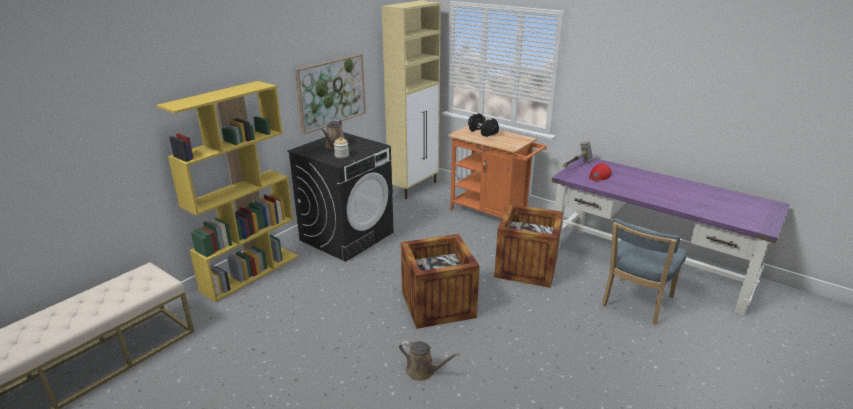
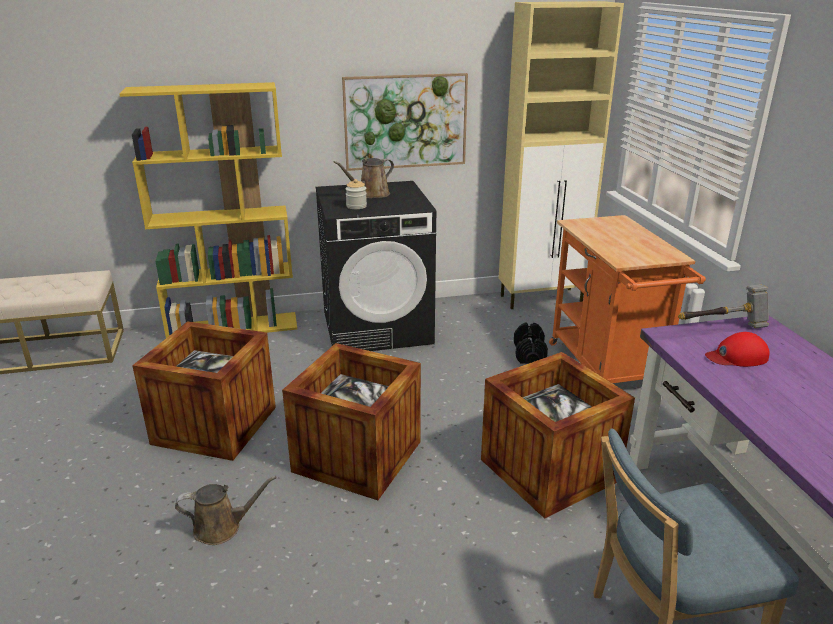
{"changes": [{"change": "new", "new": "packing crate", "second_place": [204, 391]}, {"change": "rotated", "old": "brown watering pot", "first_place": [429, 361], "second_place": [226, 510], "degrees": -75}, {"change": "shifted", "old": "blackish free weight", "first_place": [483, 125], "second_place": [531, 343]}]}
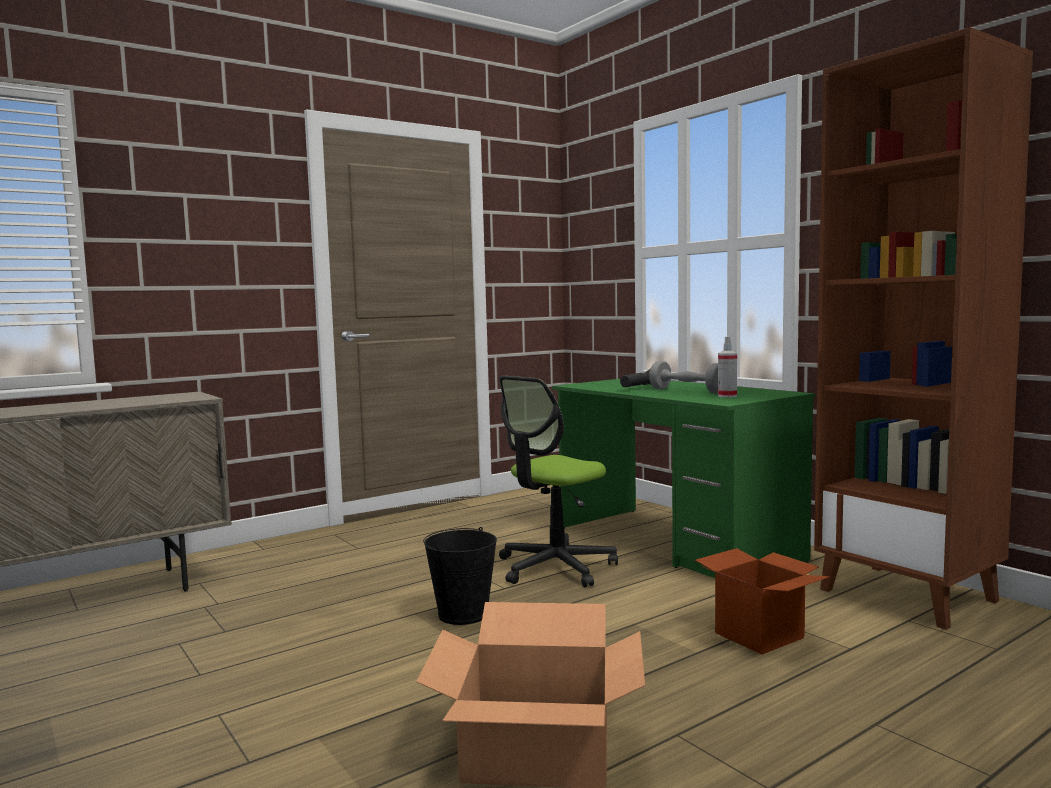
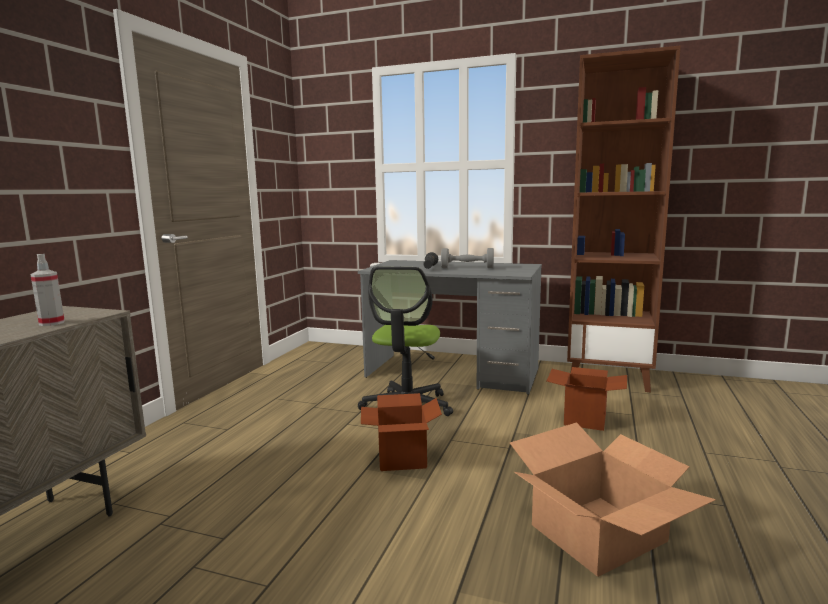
{"changes": [{"change": "shifted", "old": "hand sprayer", "first_place": [727, 367], "second_place": [47, 290]}, {"change": "repainted", "old": "green-coloured desk unit", "new": "gray desk unit", "first_place": [683, 478], "second_place": [450, 327]}, {"change": "swapped", "old": "blackish water bucket", "new": "carton", "first_place": [460, 576], "second_place": [401, 432]}]}
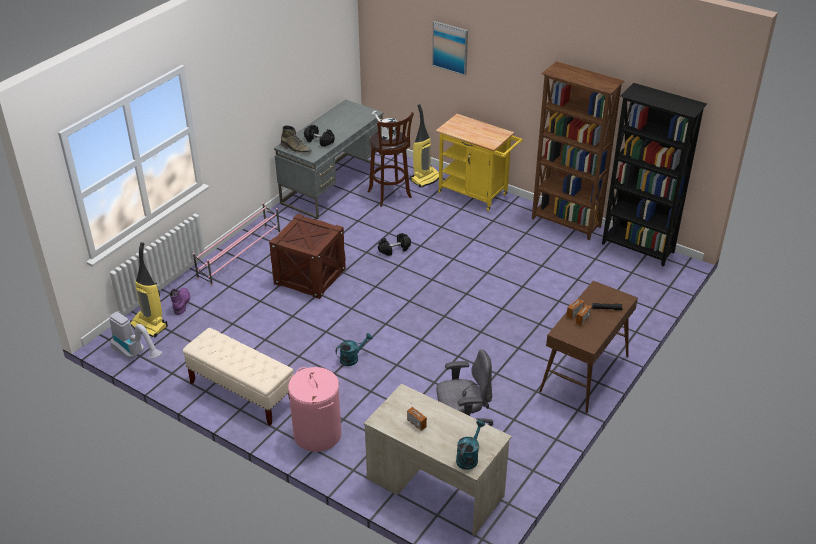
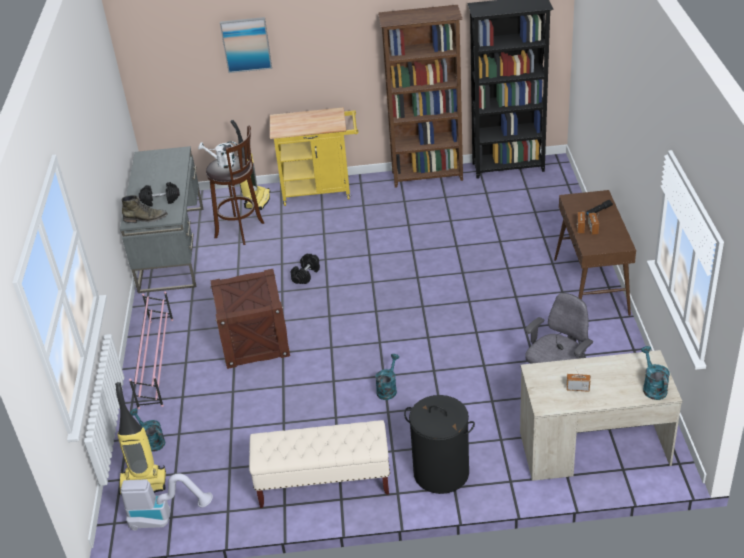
{"changes": [{"change": "swapped", "old": "purple high-top boot", "new": "blue-green watering pot", "first_place": [179, 301], "second_place": [147, 430]}, {"change": "repainted", "old": "pinkish laundry basket", "new": "blackish laundry basket", "first_place": [315, 409], "second_place": [439, 444]}]}
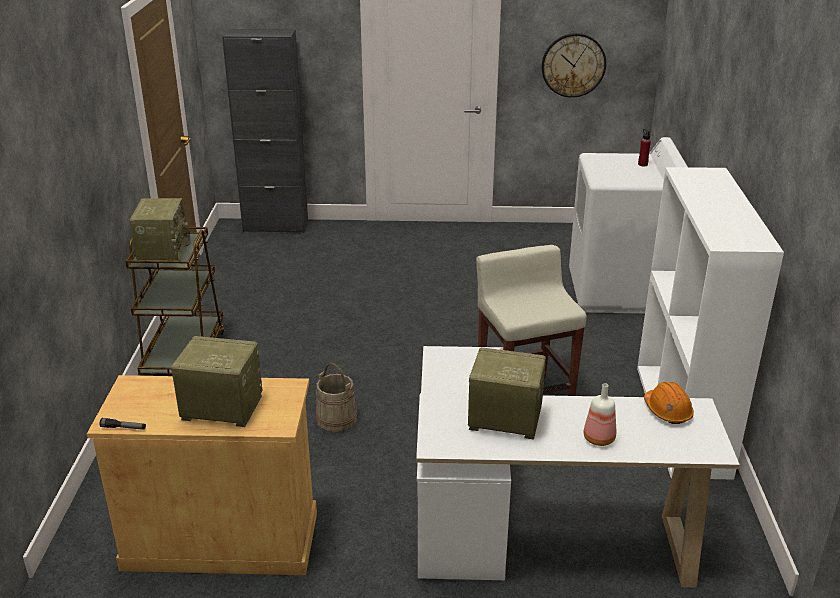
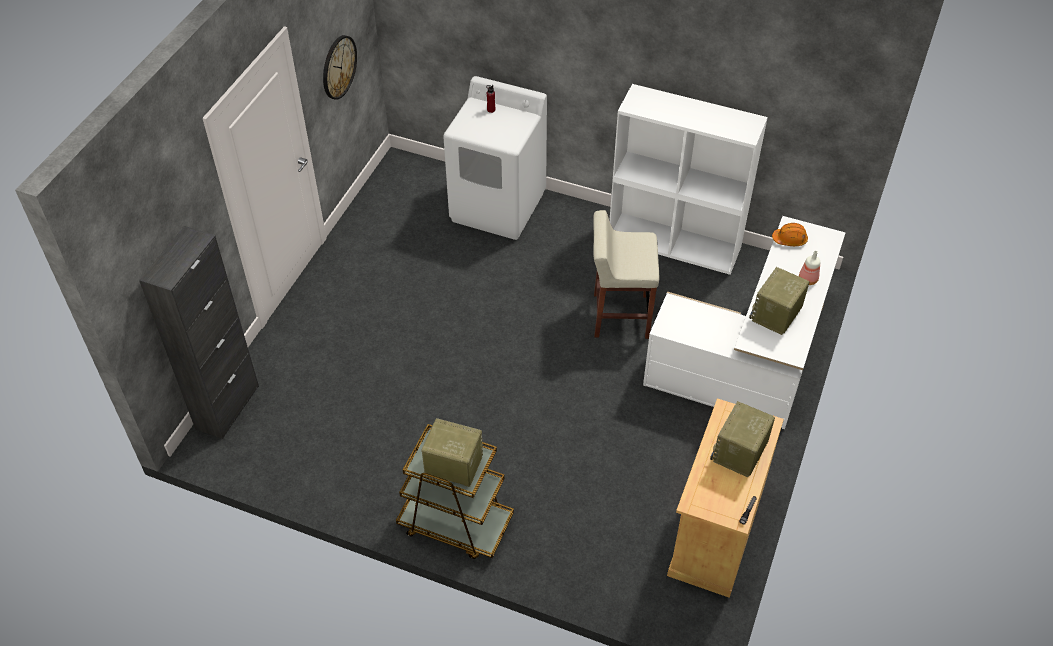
{"changes": [{"change": "gone", "old": "beige water bucket", "first_place": [336, 397]}]}
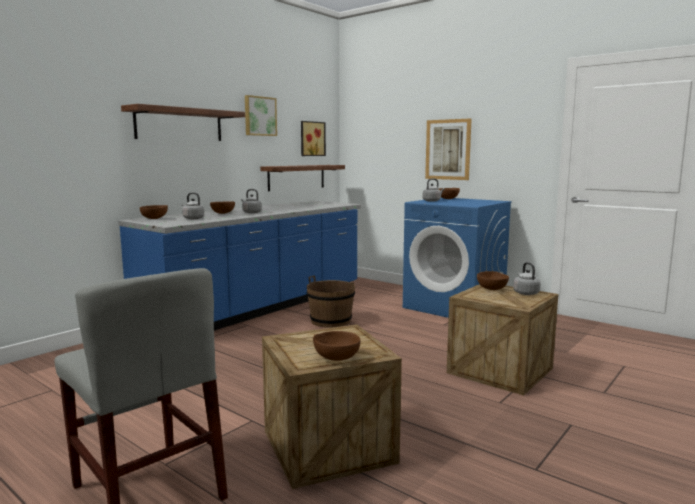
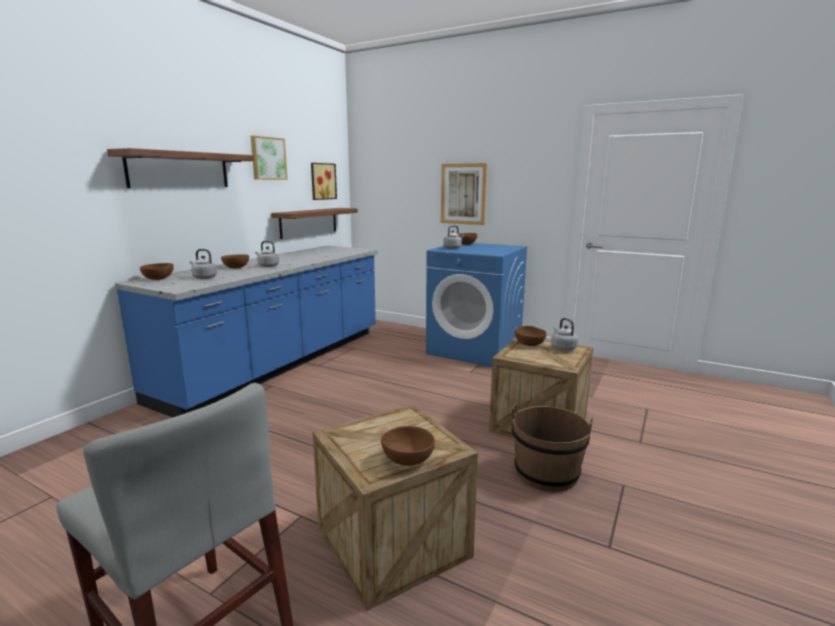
{"changes": [{"change": "shifted", "old": "brown water bucket", "first_place": [331, 301], "second_place": [552, 447]}]}
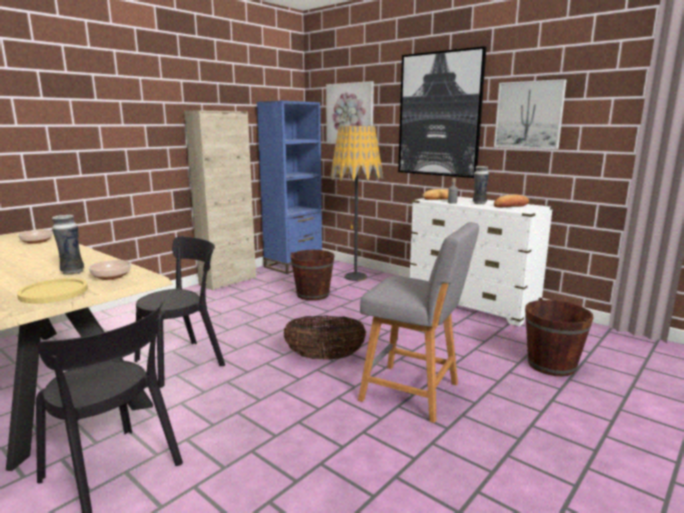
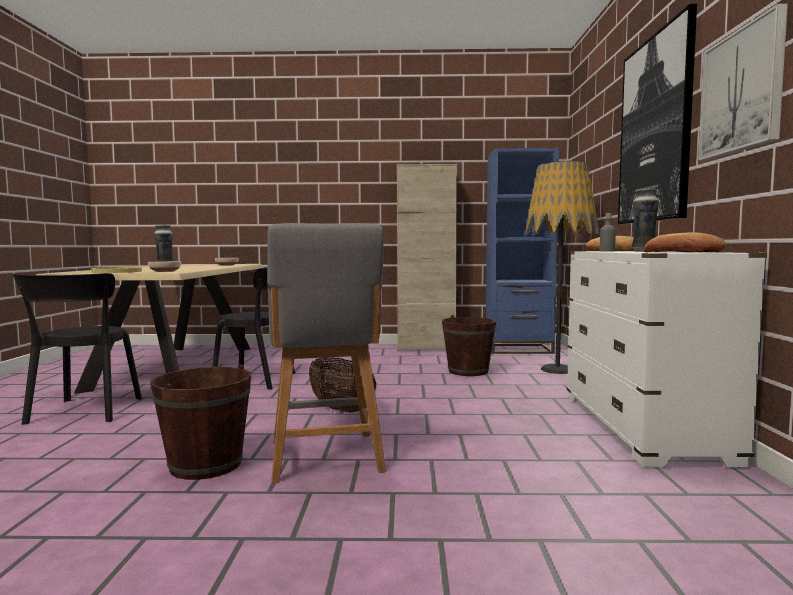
{"changes": [{"change": "shifted", "old": "brown water bucket", "first_place": [559, 337], "second_place": [200, 422]}, {"change": "gone", "old": "picture", "first_place": [350, 112]}]}
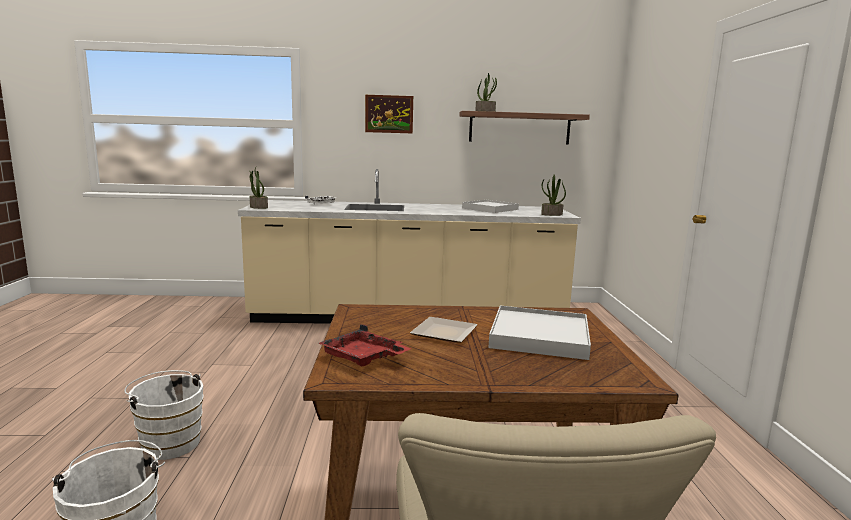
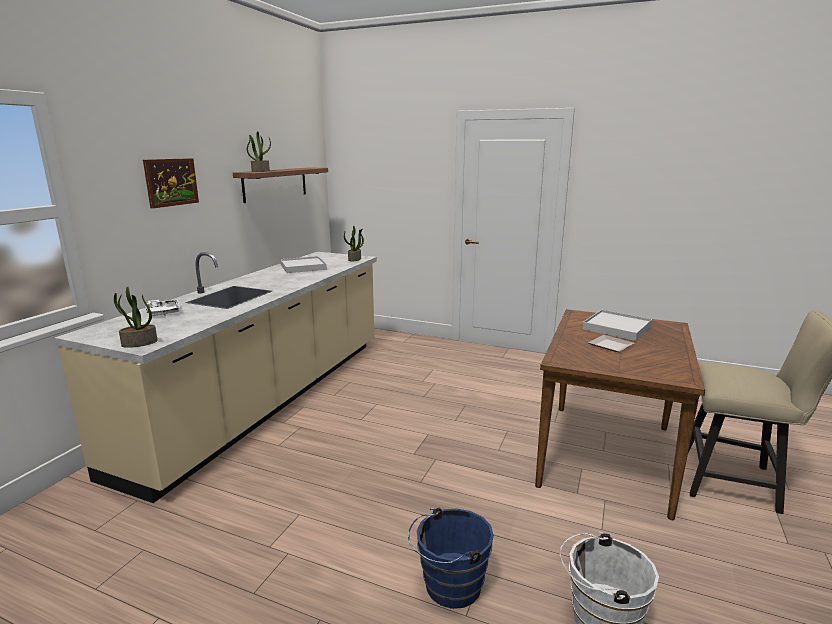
{"changes": [{"change": "repainted", "old": "whitish water bucket", "new": "bluish water bucket", "first_place": [164, 415], "second_place": [451, 558]}, {"change": "gone", "old": "reddish tray", "first_place": [365, 345]}]}
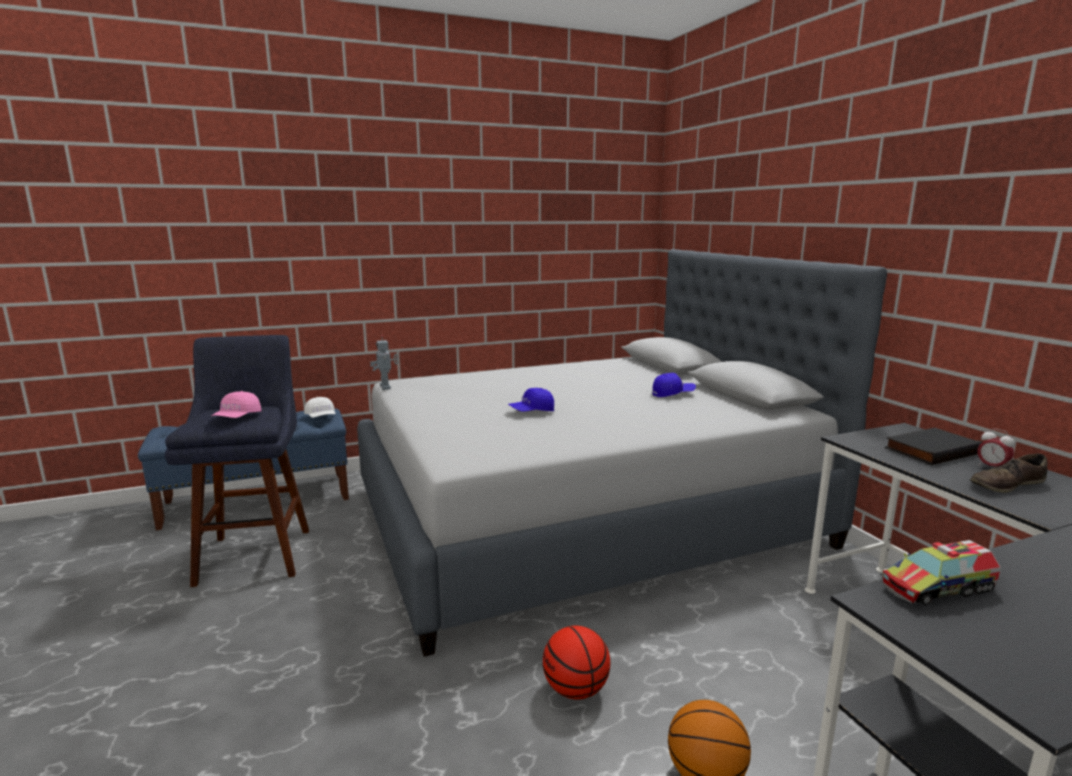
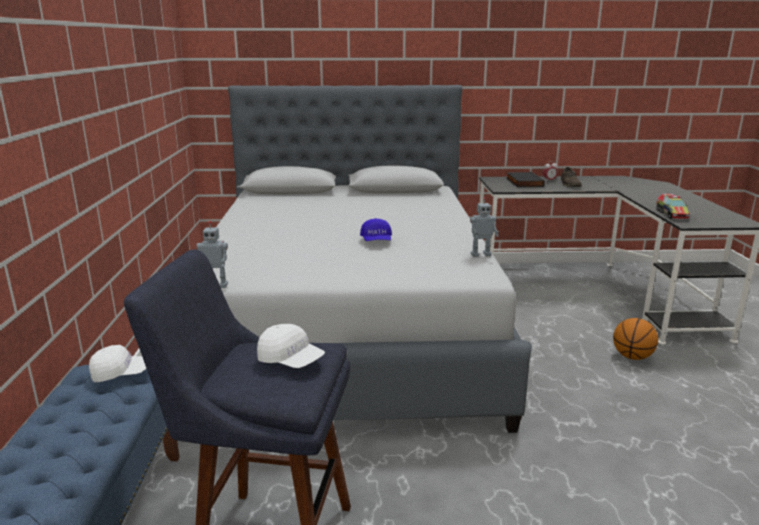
{"changes": [{"change": "repainted", "old": "pinkish cap", "new": "whitish cap", "first_place": [236, 404], "second_place": [291, 346]}, {"change": "new", "new": "model robot", "second_place": [484, 227]}, {"change": "gone", "old": "basketball", "first_place": [576, 663]}, {"change": "gone", "old": "bluish cap", "first_place": [674, 385]}]}
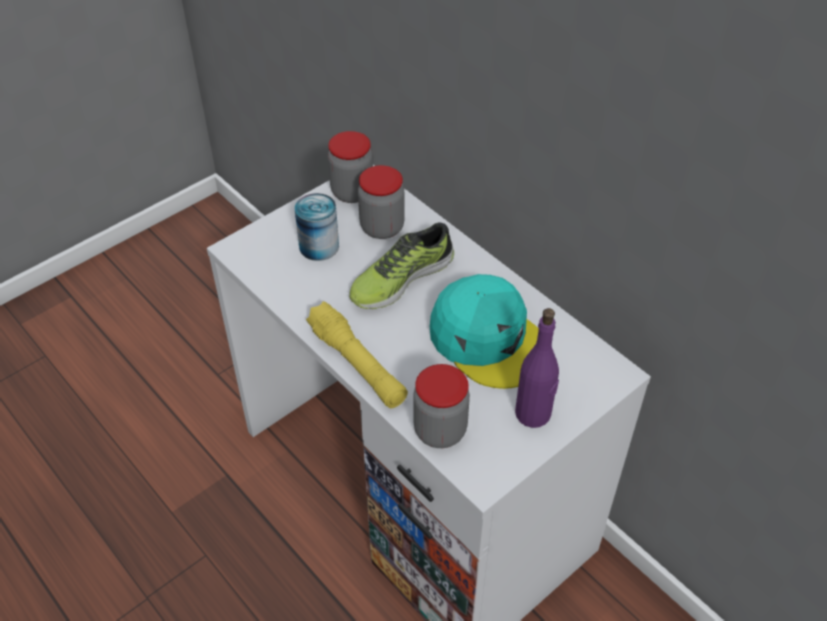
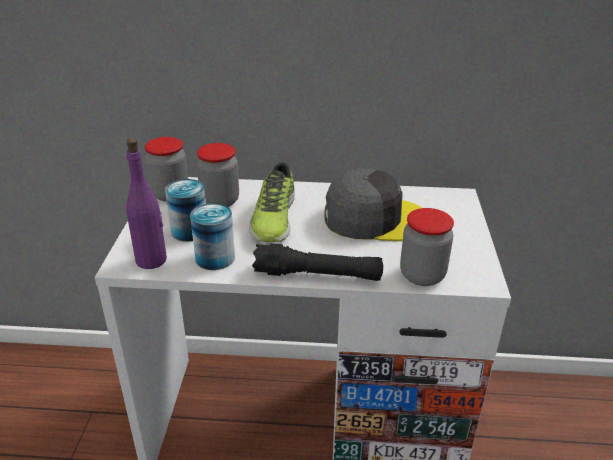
{"changes": [{"change": "shifted", "old": "purple drink bottle", "first_place": [537, 368], "second_place": [146, 203]}, {"change": "new", "new": "can", "second_place": [212, 236]}, {"change": "repainted", "old": "yellow torch", "new": "blackish torch", "first_place": [357, 354], "second_place": [317, 262]}, {"change": "repainted", "old": "blue-green cap", "new": "gray cap", "first_place": [484, 331], "second_place": [373, 204]}]}
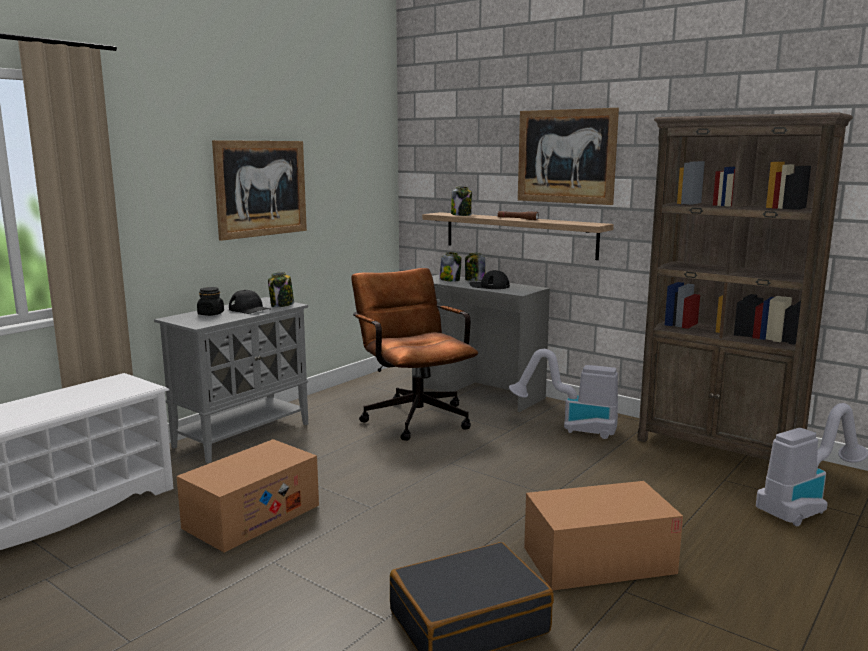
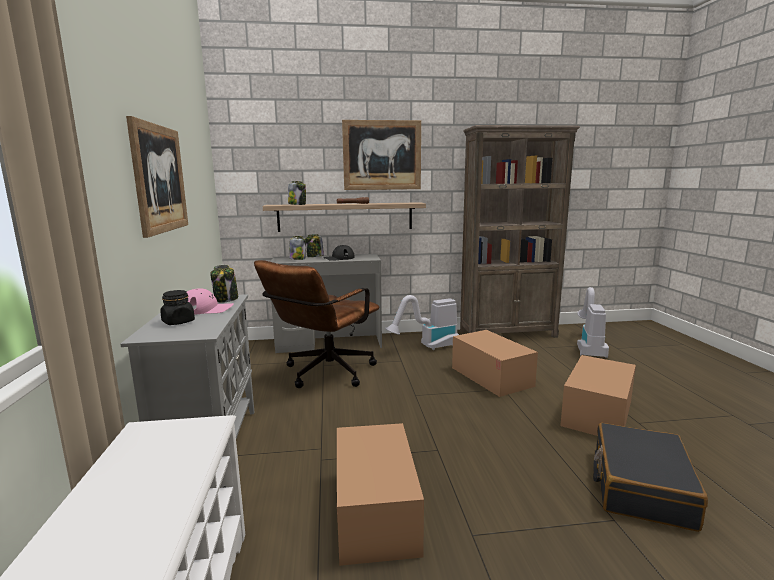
{"changes": [{"change": "repainted", "old": "blackish cap", "new": "pinkish cap", "first_place": [249, 302], "second_place": [210, 301]}, {"change": "rotated", "old": "brown computer chair", "first_place": [414, 354], "second_place": [316, 324], "degrees": -75}, {"change": "new", "new": "carton", "second_place": [495, 363]}]}
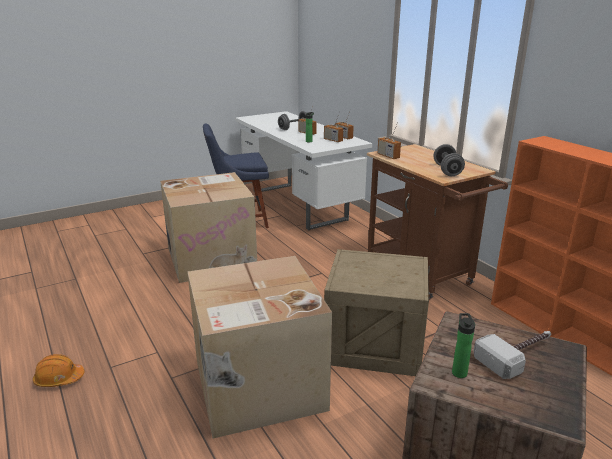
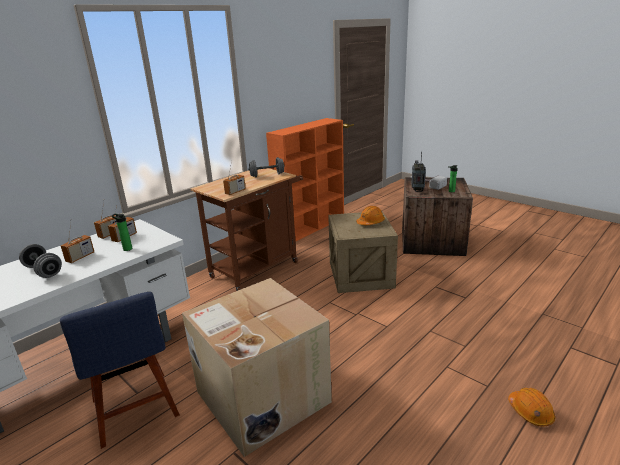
{"changes": [{"change": "new", "new": "orange hard hat", "second_place": [370, 215]}, {"change": "new", "new": "radio receiver", "second_place": [418, 172]}, {"change": "gone", "old": "carton", "first_place": [259, 347]}]}
